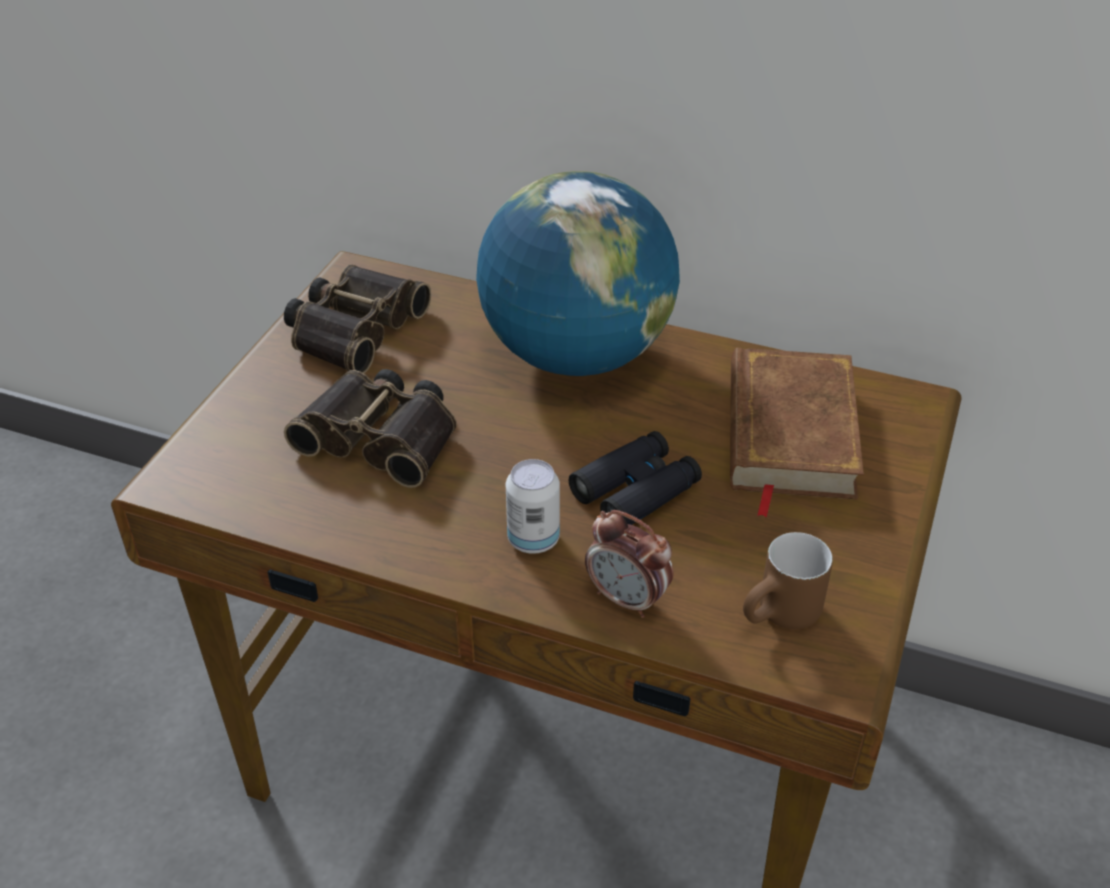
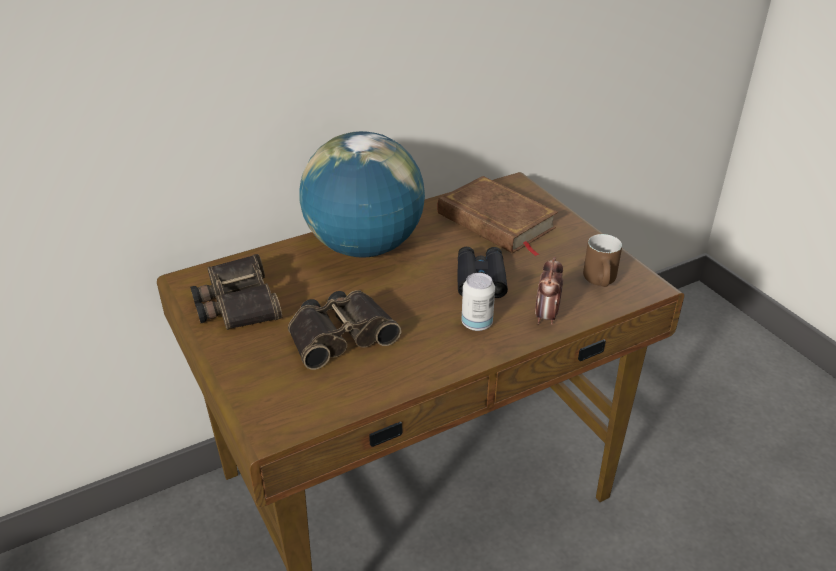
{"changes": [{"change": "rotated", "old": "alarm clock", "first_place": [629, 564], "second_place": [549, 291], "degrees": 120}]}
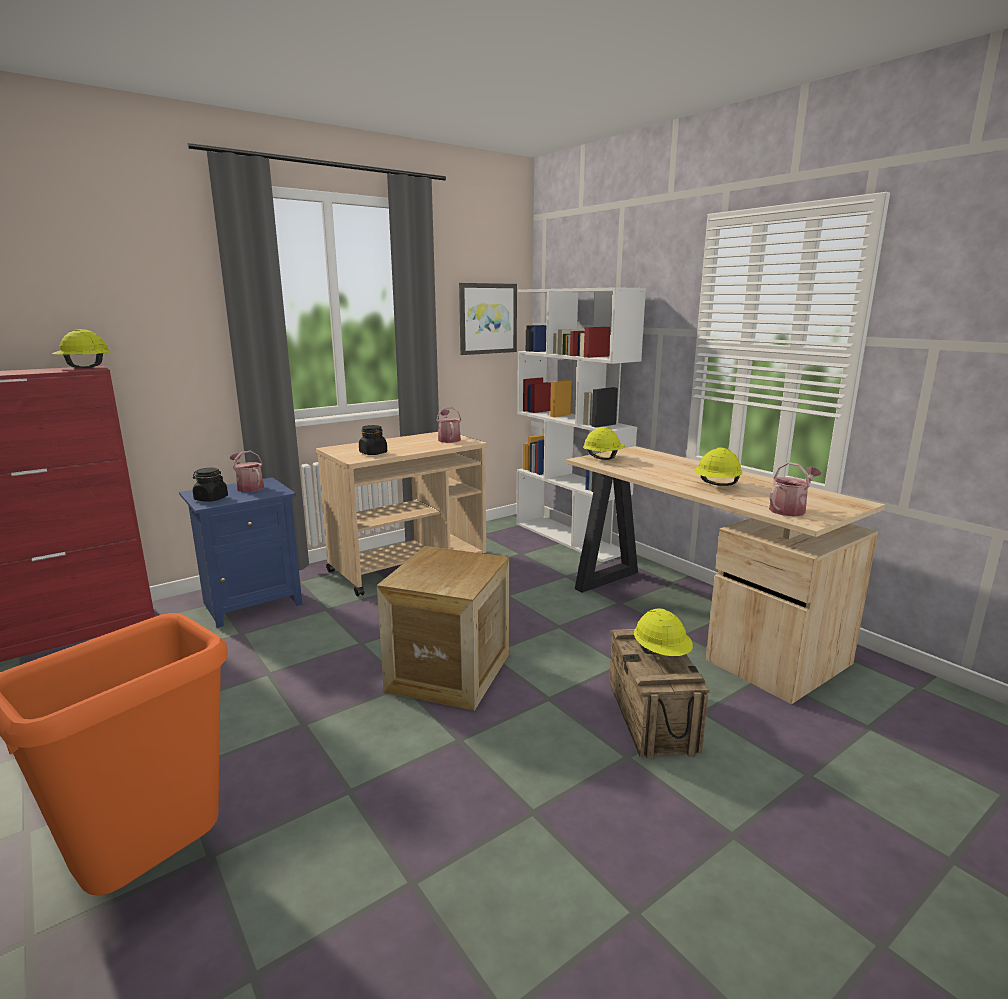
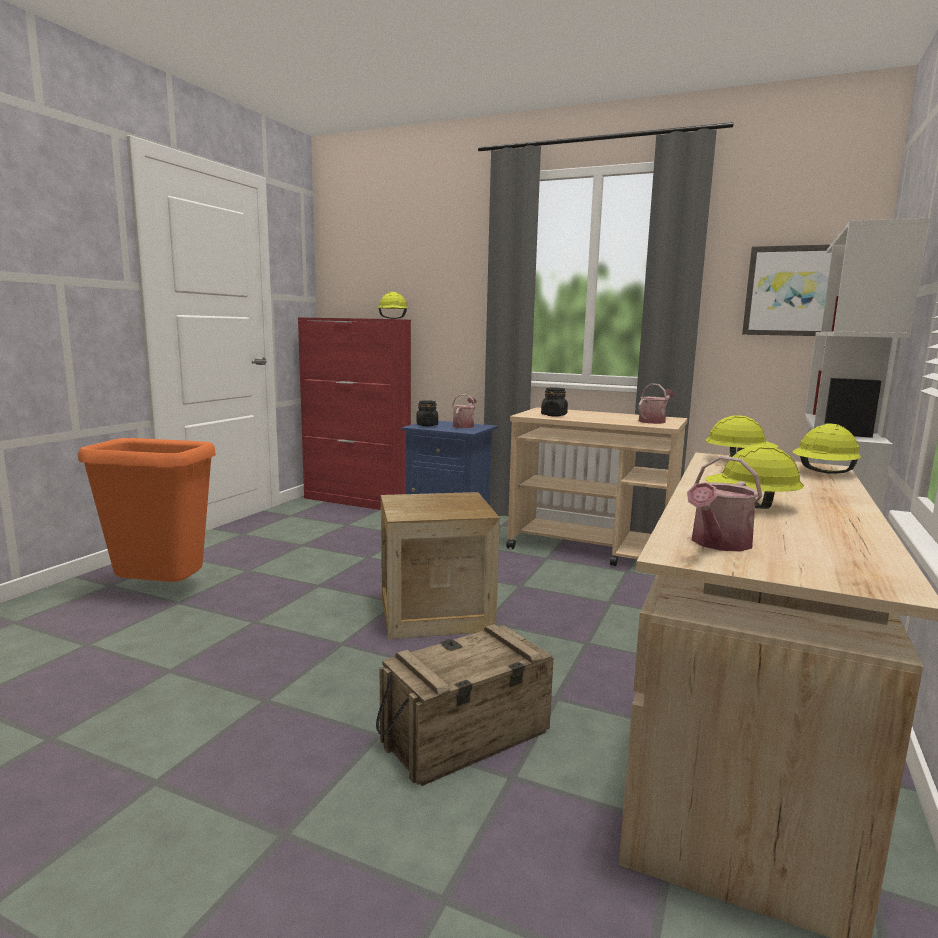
{"changes": [{"change": "rotated", "old": "watering pot", "first_place": [795, 489], "second_place": [724, 504], "degrees": 105}, {"change": "shifted", "old": "yellow hard hat", "first_place": [663, 632], "second_place": [827, 449]}]}
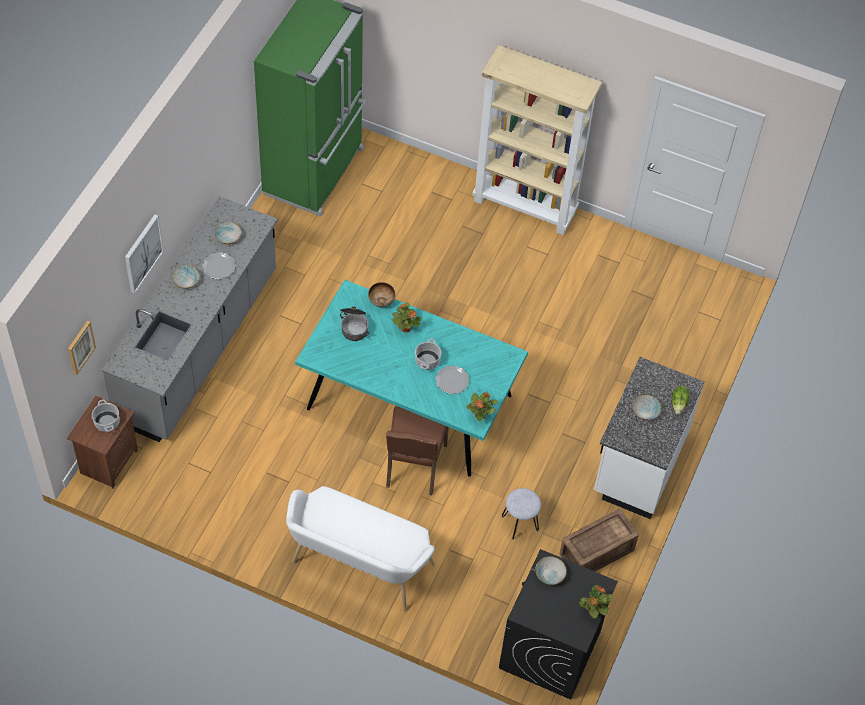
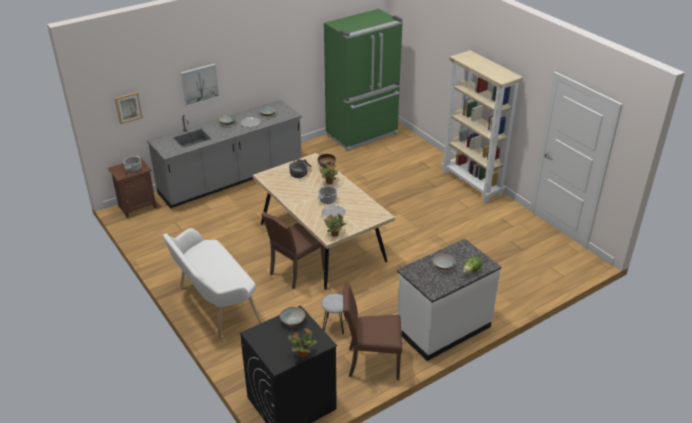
{"changes": [{"change": "repainted", "old": "blue-green dinner table", "new": "beige dinner table", "first_place": [411, 378], "second_place": [324, 221]}, {"change": "swapped", "old": "packing crate", "new": "brown chair", "first_place": [599, 540], "second_place": [372, 331]}]}
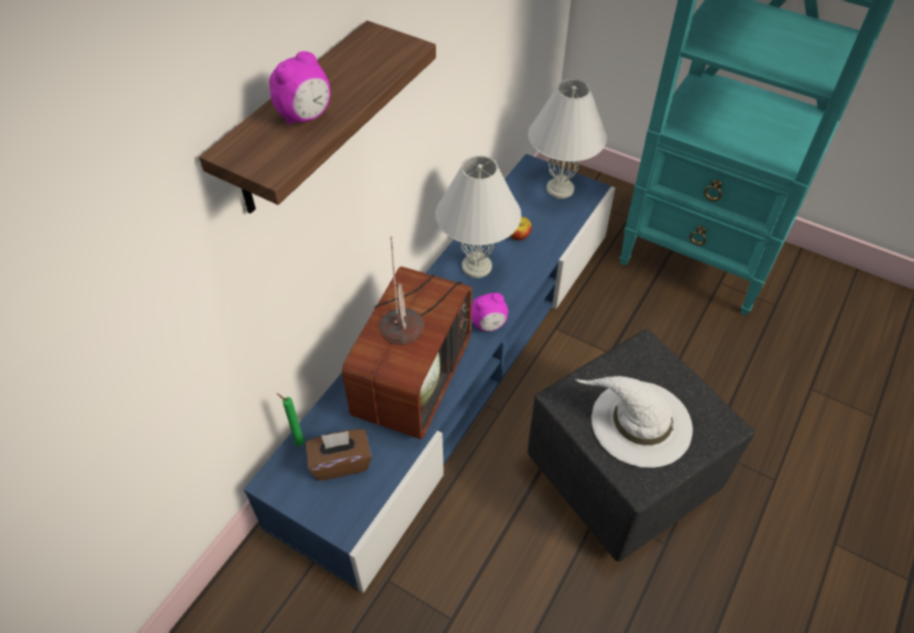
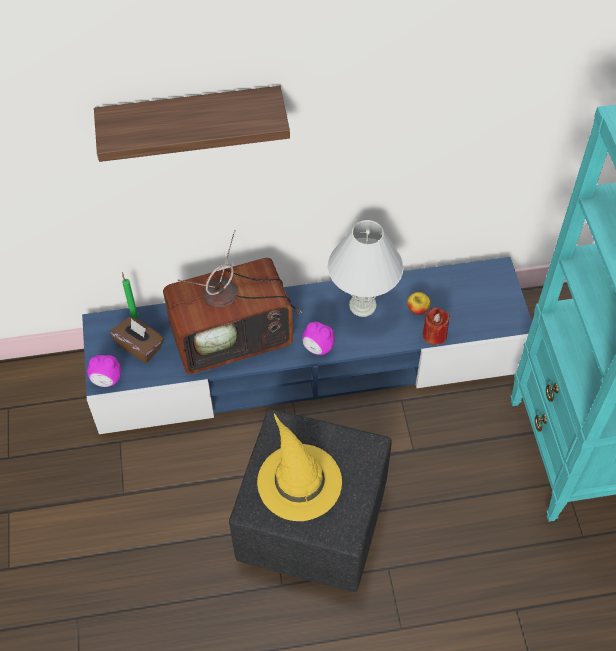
{"changes": [{"change": "shifted", "old": "alarm clock", "first_place": [299, 88], "second_place": [104, 371]}, {"change": "repainted", "old": "whitish clothing hat", "new": "yellow clothing hat", "first_place": [634, 422], "second_place": [299, 467]}, {"change": "new", "new": "reddish wax candle", "second_place": [436, 326]}, {"change": "gone", "old": "whitish table lamp", "first_place": [567, 139]}]}
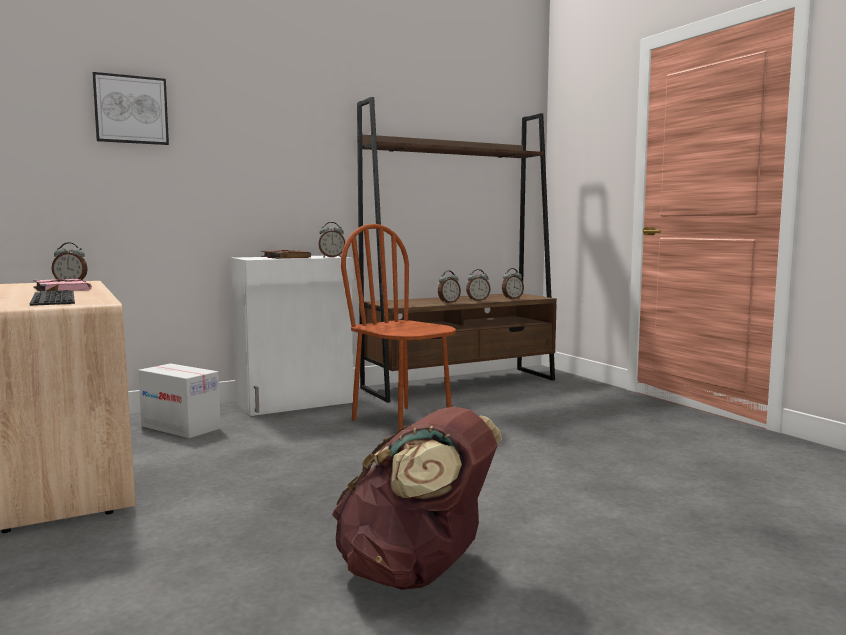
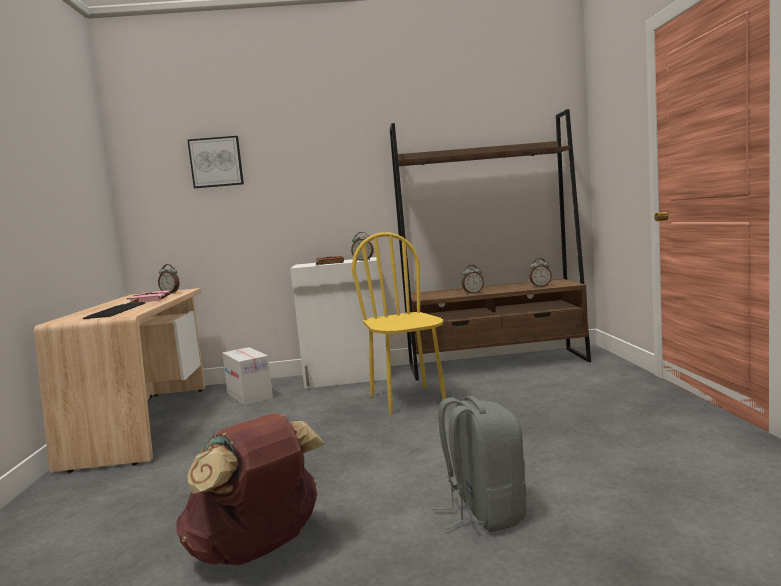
{"changes": [{"change": "repainted", "old": "brown chair", "new": "yellow chair", "first_place": [398, 327], "second_place": [399, 323]}, {"change": "new", "new": "gray backpack", "second_place": [480, 464]}, {"change": "gone", "old": "alarm clock", "first_place": [478, 285]}]}
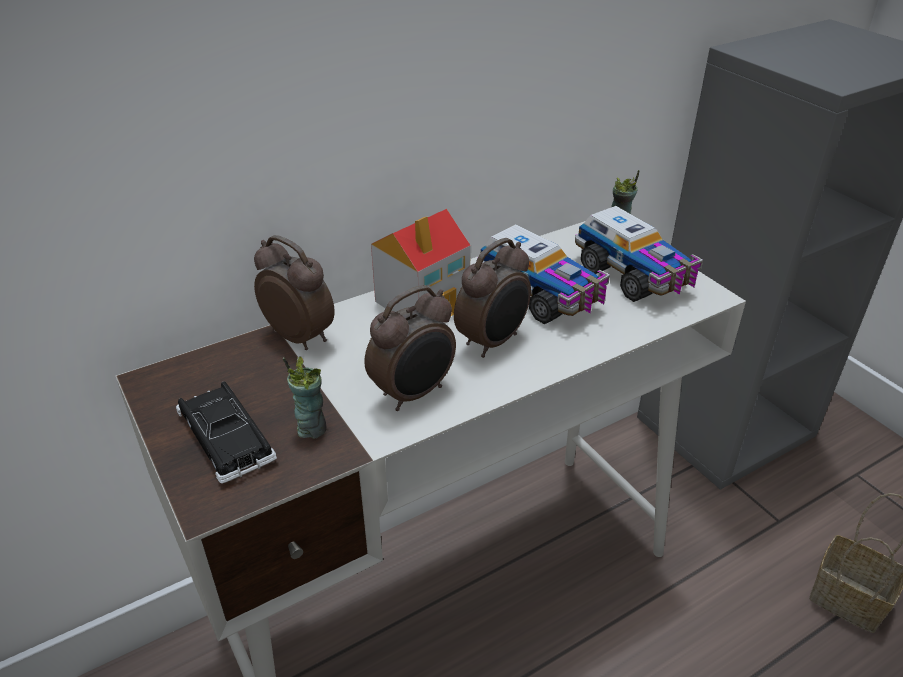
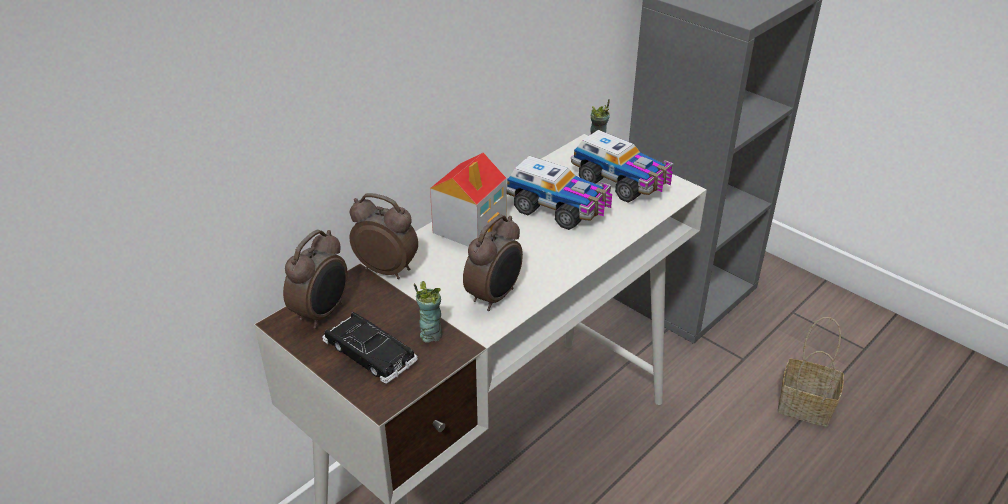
{"changes": [{"change": "shifted", "old": "alarm clock", "first_place": [492, 298], "second_place": [315, 279]}]}
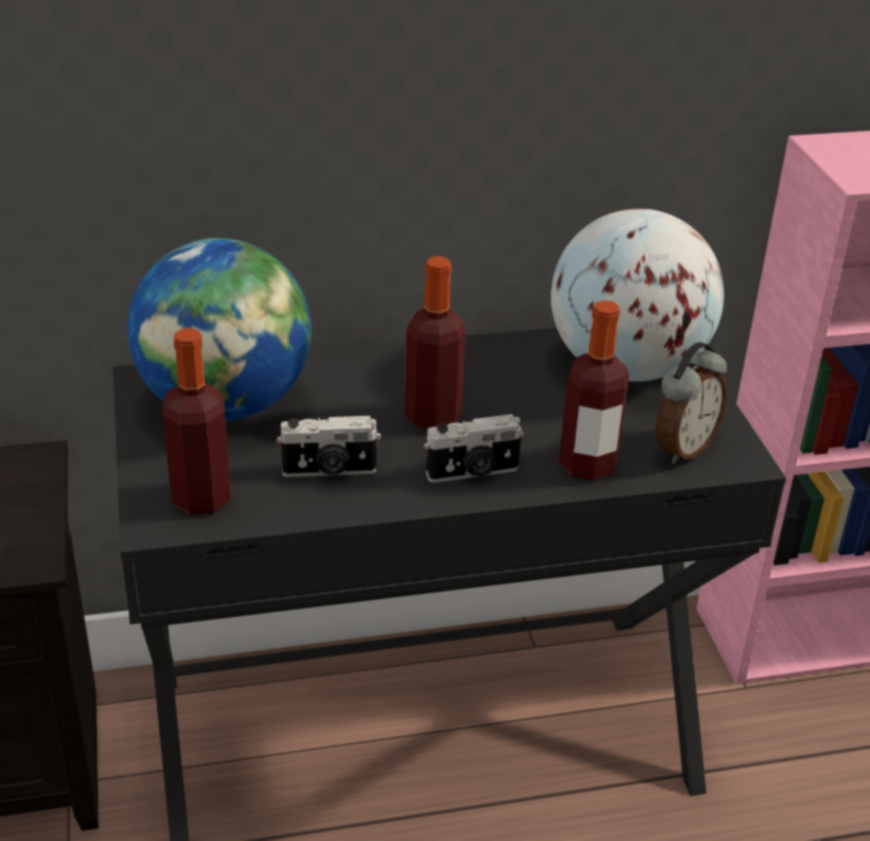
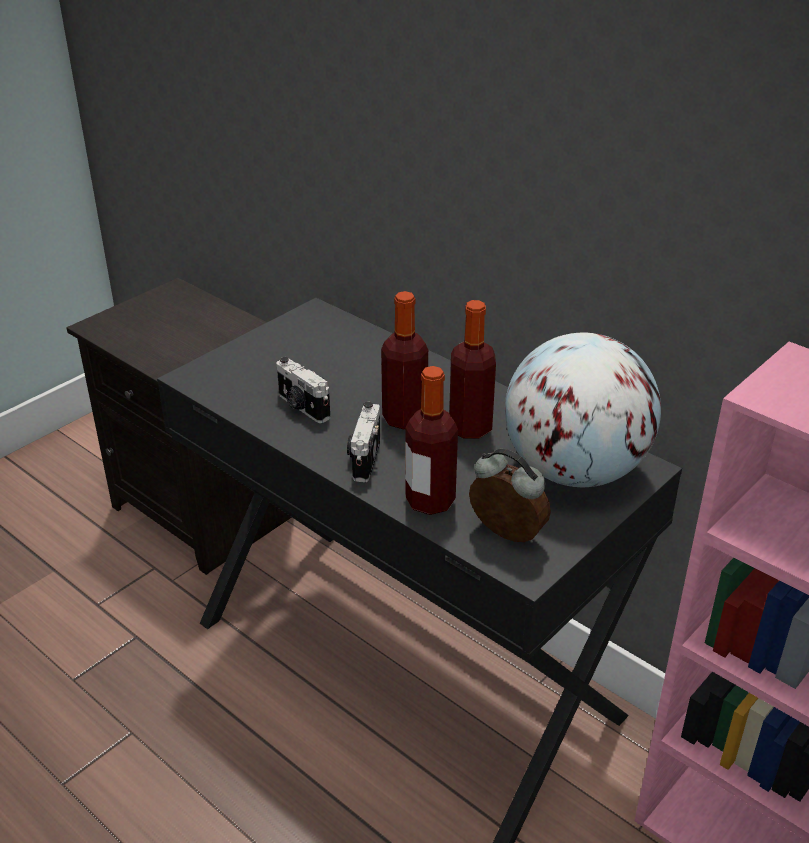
{"changes": [{"change": "rotated", "old": "photo camera", "first_place": [474, 448], "second_place": [363, 441], "degrees": 60}, {"change": "shifted", "old": "drink bottle", "first_place": [197, 421], "second_place": [472, 369]}, {"change": "rotated", "old": "alarm clock", "first_place": [691, 403], "second_place": [510, 496], "degrees": -150}, {"change": "gone", "old": "world globe", "first_place": [219, 329]}]}
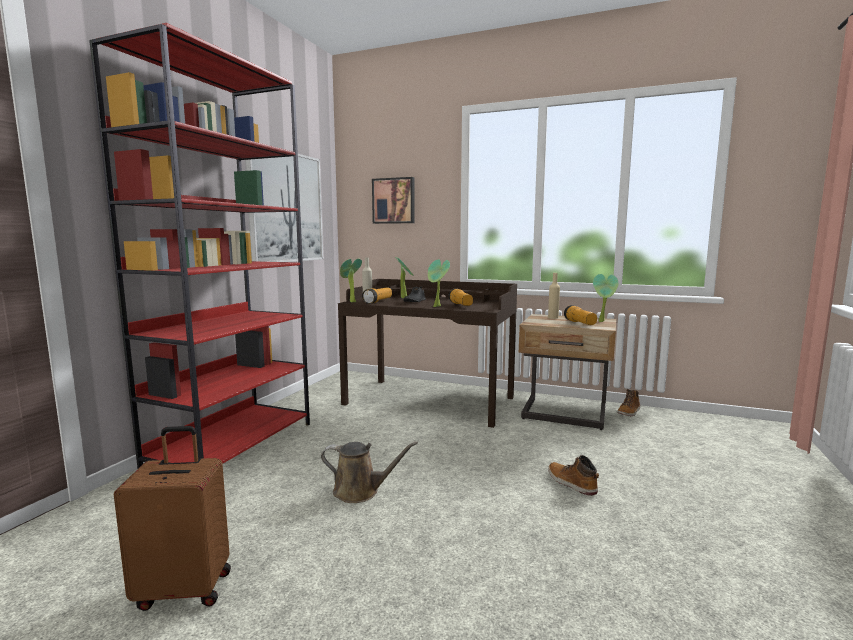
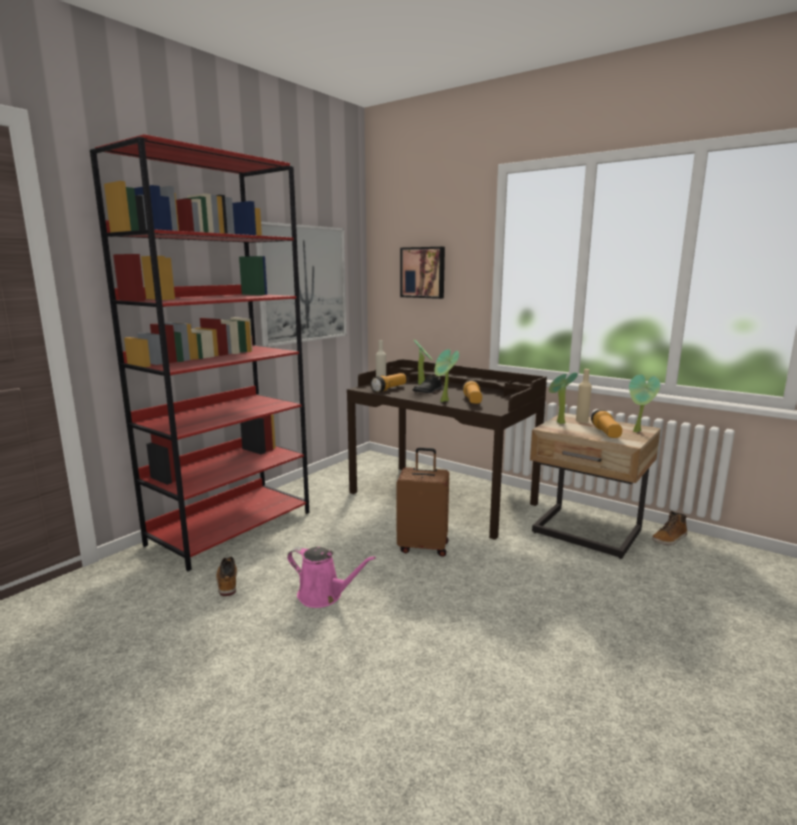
{"changes": [{"change": "shifted", "old": "high-top boot", "first_place": [573, 475], "second_place": [226, 576]}, {"change": "repainted", "old": "brown watering pot", "new": "pinkish watering pot", "first_place": [369, 472], "second_place": [331, 577]}, {"change": "shifted", "old": "brown travel case", "first_place": [172, 518], "second_place": [423, 502]}, {"change": "shifted", "old": "plant in a pot", "first_place": [351, 280], "second_place": [563, 398]}]}
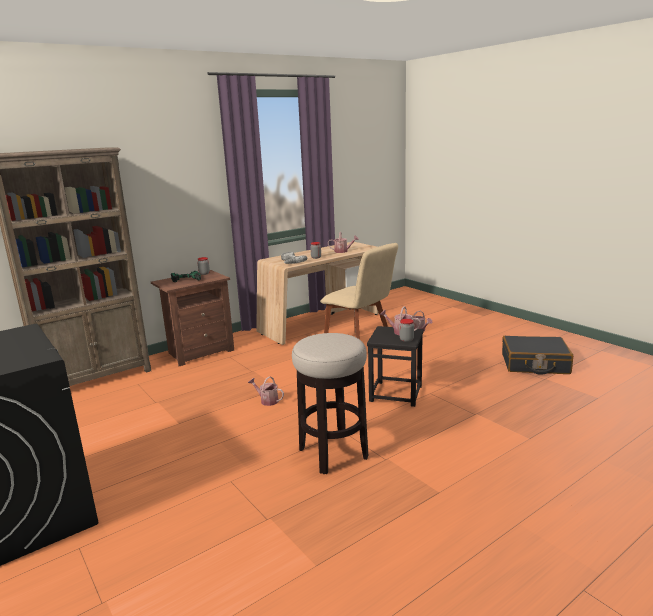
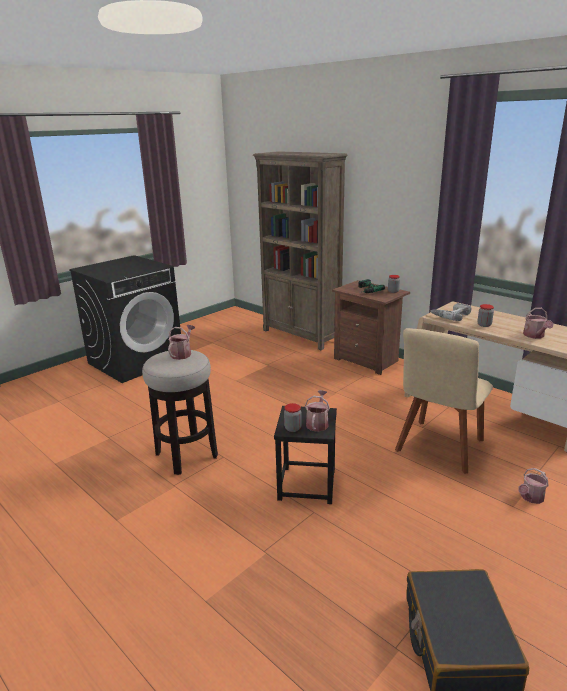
{"changes": [{"change": "shifted", "old": "watering pot", "first_place": [266, 391], "second_place": [181, 342]}]}
